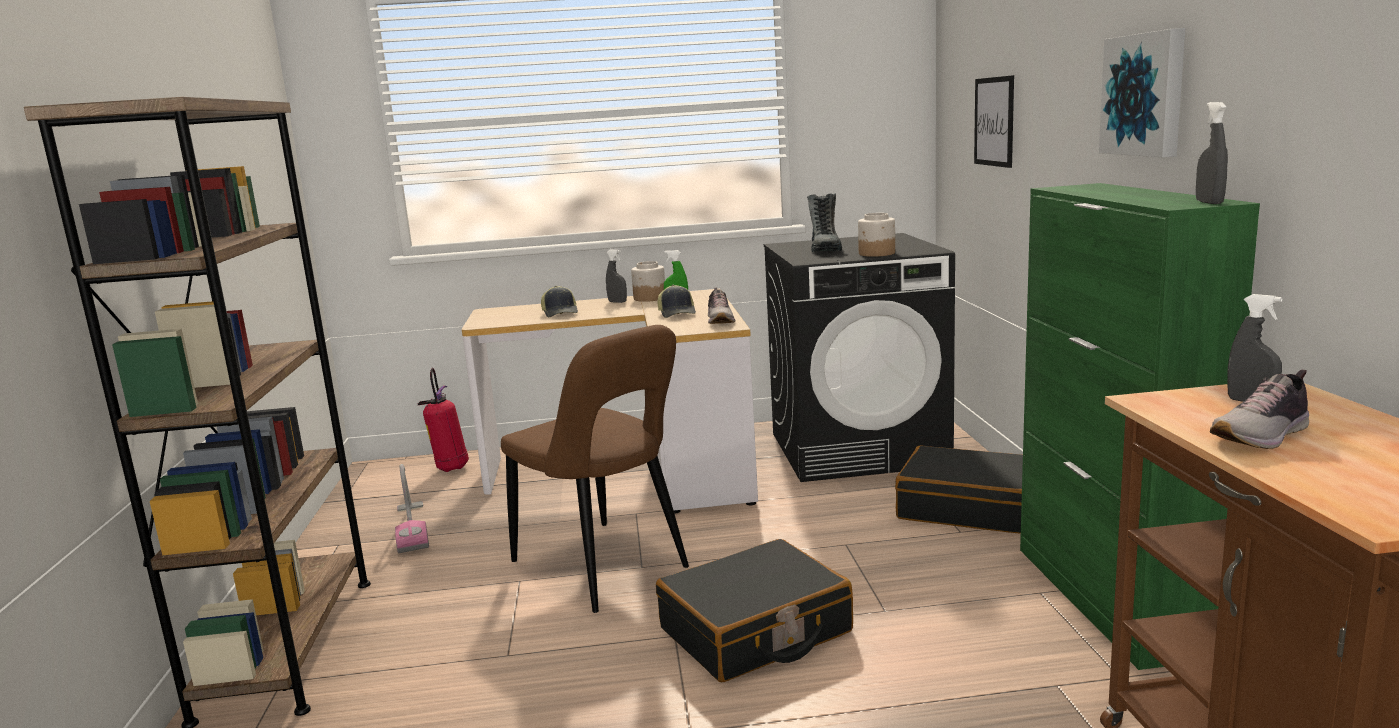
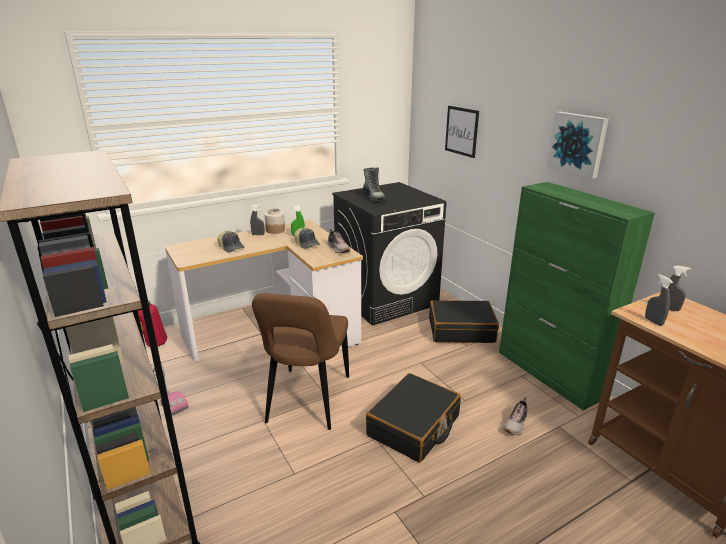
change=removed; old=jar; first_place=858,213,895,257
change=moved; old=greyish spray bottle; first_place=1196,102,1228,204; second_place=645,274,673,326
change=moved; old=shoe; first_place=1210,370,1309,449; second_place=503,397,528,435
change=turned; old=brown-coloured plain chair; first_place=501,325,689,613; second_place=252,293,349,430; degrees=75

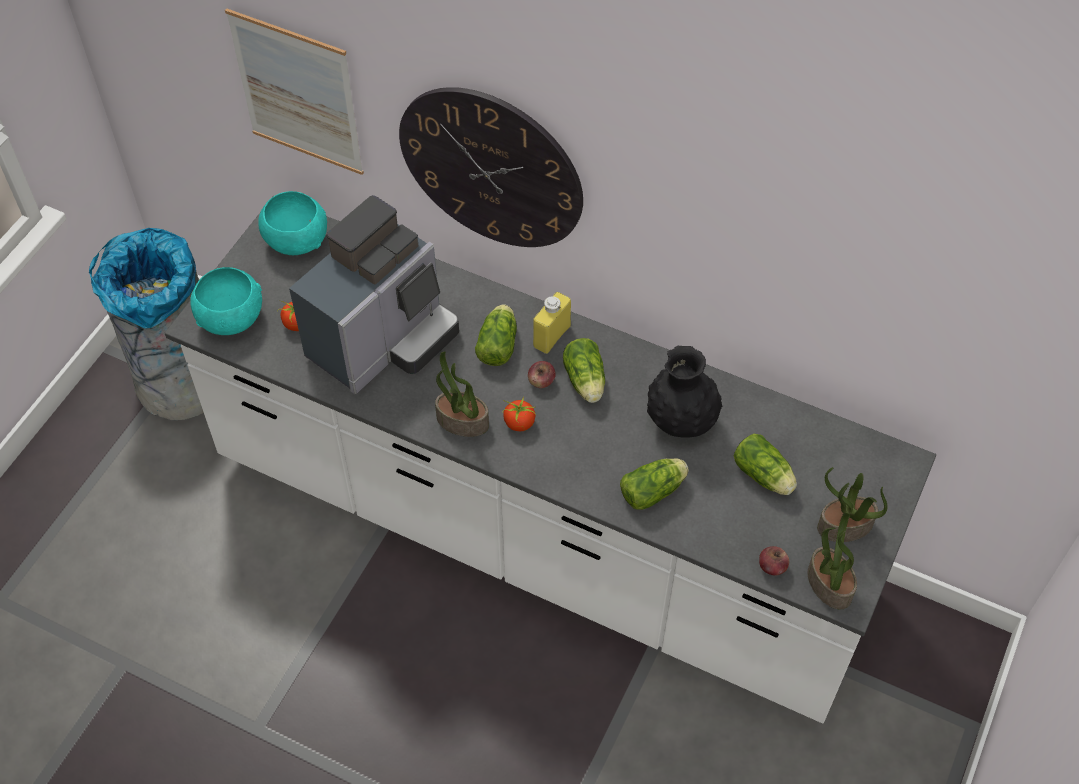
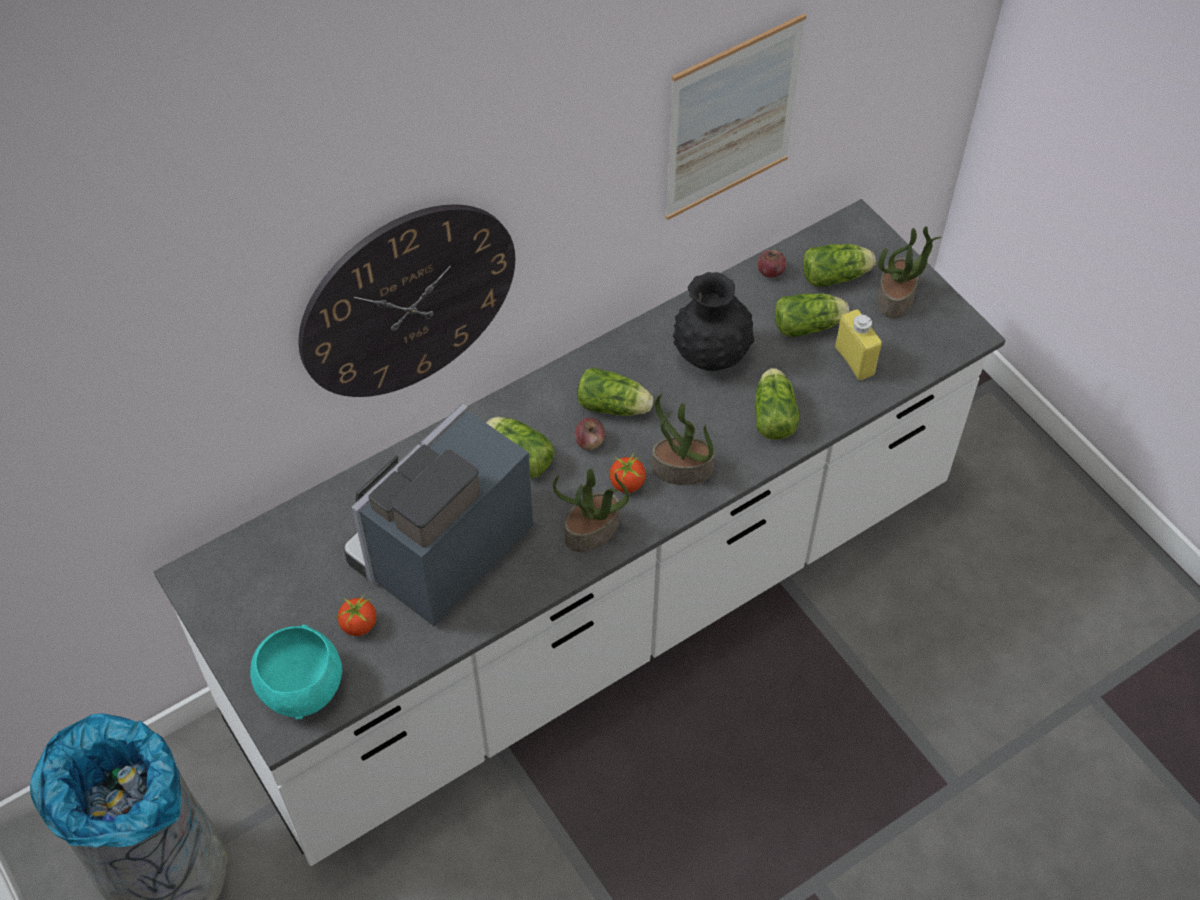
change=removed; old=turquoise-coloured bowl; first_place=258,191,327,255
change=added; new=lettuce head; second_place=803,244,876,287
change=moved; old=wall picture; first_place=225,8,364,175; second_place=665,14,806,220
change=moved; old=yellow-coloured bottle; first_place=533,292,571,354; second_place=835,309,882,380
change=moved; old=whole apple; first_place=759,546,789,576; second_place=757,250,786,278
change=moved; old=plant in a pot; first_place=808,512,857,609; second_place=651,394,715,485
change=turned; old=coffee brewer; first_place=289,195,459,394; second_place=343,403,533,626; degrees=-120

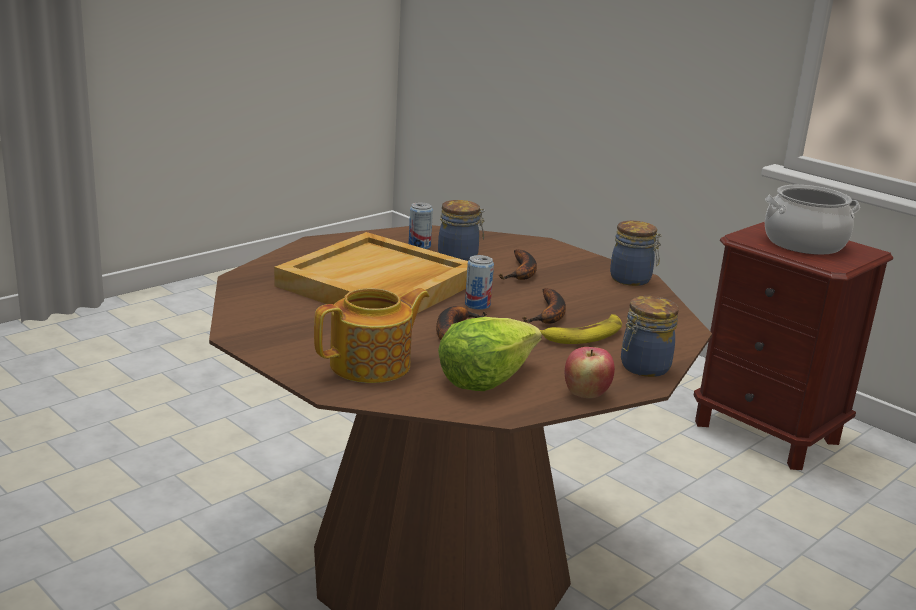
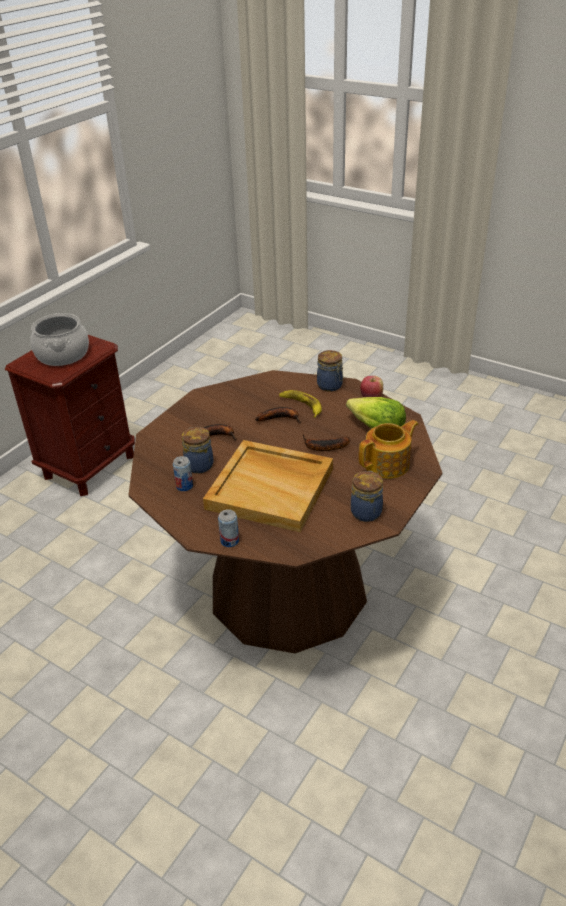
change=moved; old=sealed can; first_place=465,255,494,310; second_place=218,509,239,547
change=moved; old=jar; first_place=610,221,662,286; second_place=351,471,383,522
change=turned; old=teapot; first_place=314,288,429,383; second_place=359,420,418,479; degrees=105

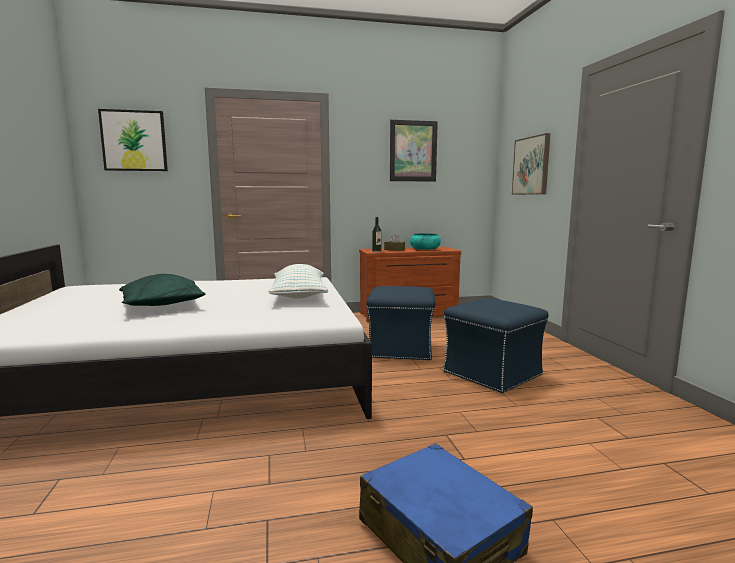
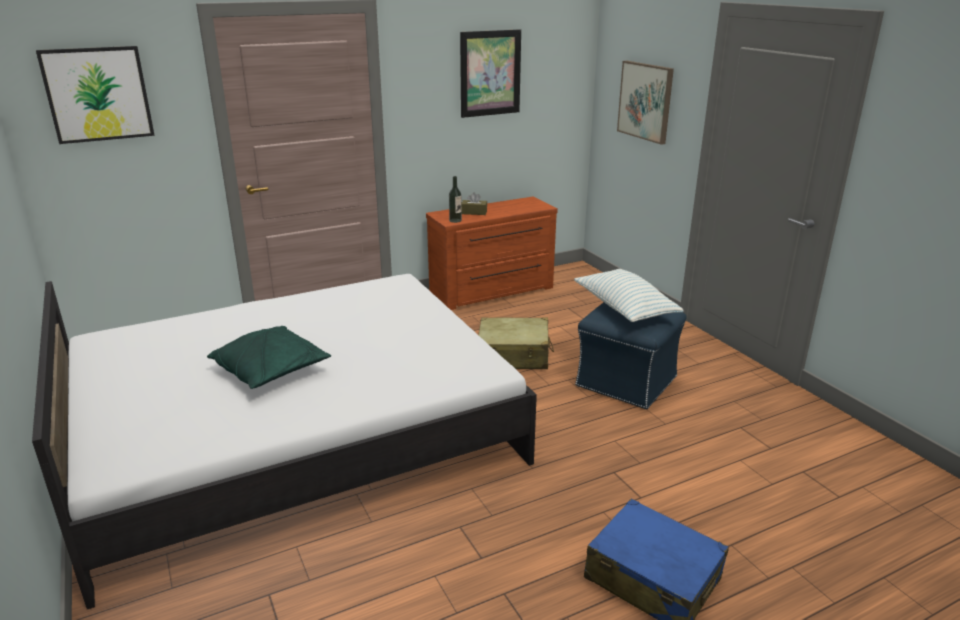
change=removed; old=turquoise-coloured bowl; first_place=410,233,441,250
change=moved; old=pillow; first_place=268,264,328,299; second_place=574,269,684,322
change=replaced; old=bluish footrest; new=sand-coloured travel case; first_place=366,286,436,361; second_place=479,317,554,369

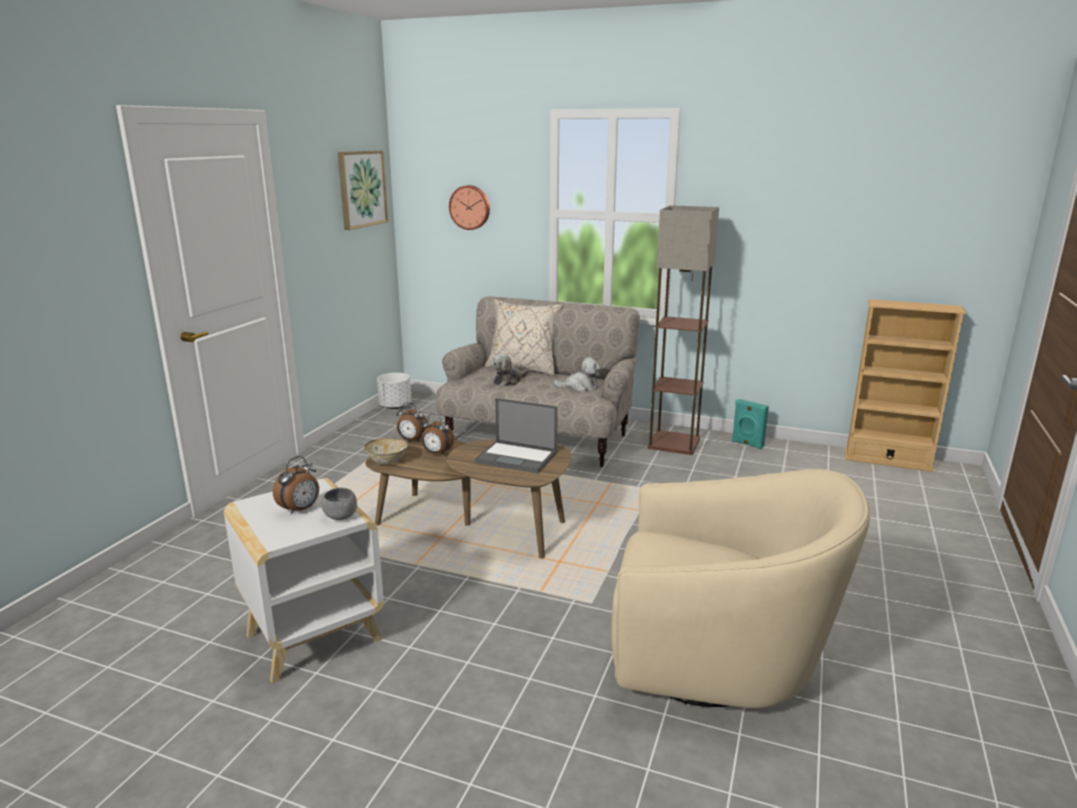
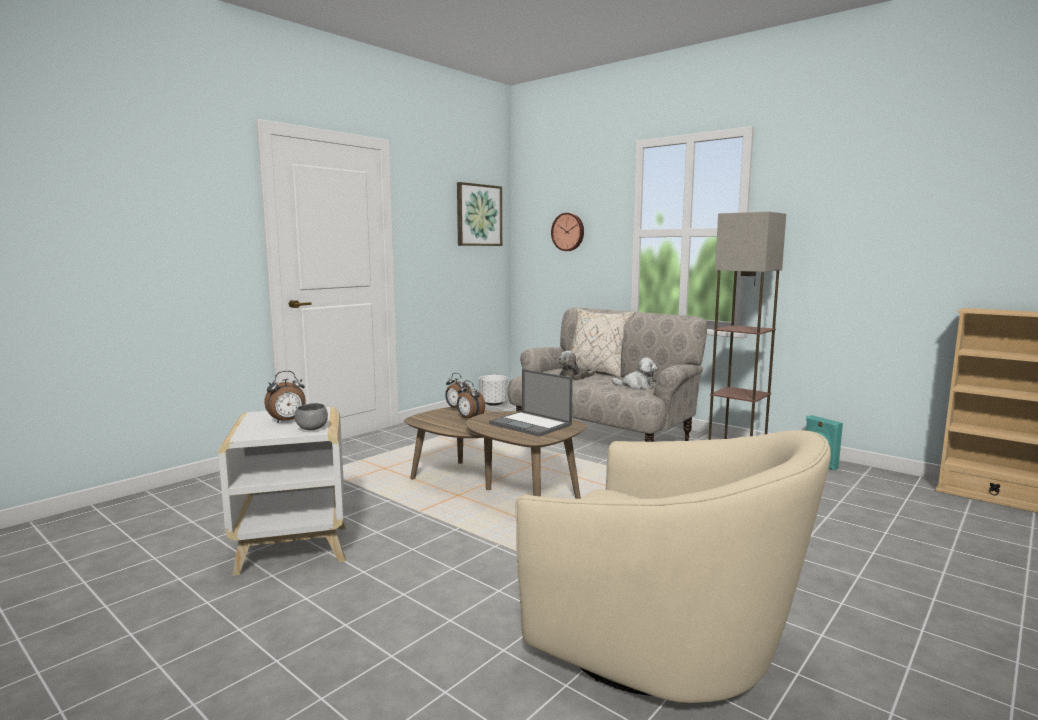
change=removed; old=bowl; first_place=364,438,408,464

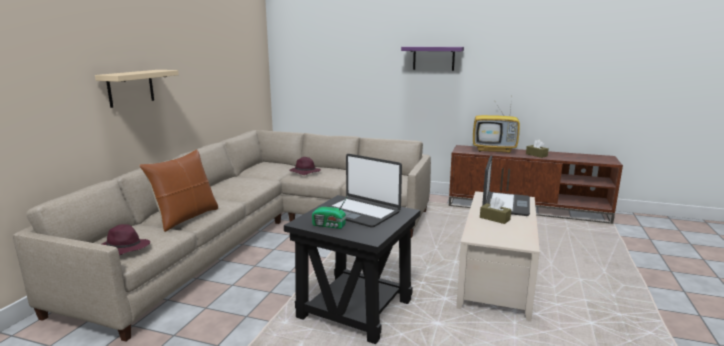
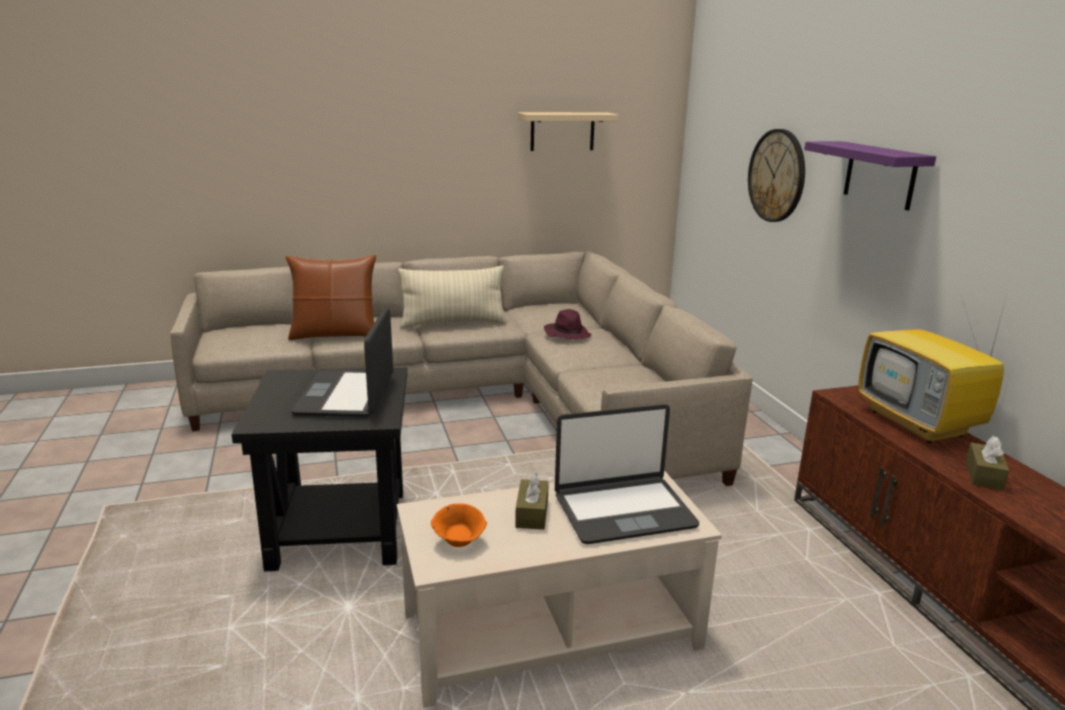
change=removed; old=purple-coloured hat; first_place=102,224,150,255
change=removed; old=radio; first_place=312,197,347,229
change=added; new=sand-coloured pillow; second_place=398,266,507,328
change=added; new=orangey bowl; second_place=431,503,487,547
change=added; new=hanging clock; second_place=748,129,805,222
change=moved; old=sand-coloured wall shelf; first_place=95,70,179,108; second_place=518,112,619,151

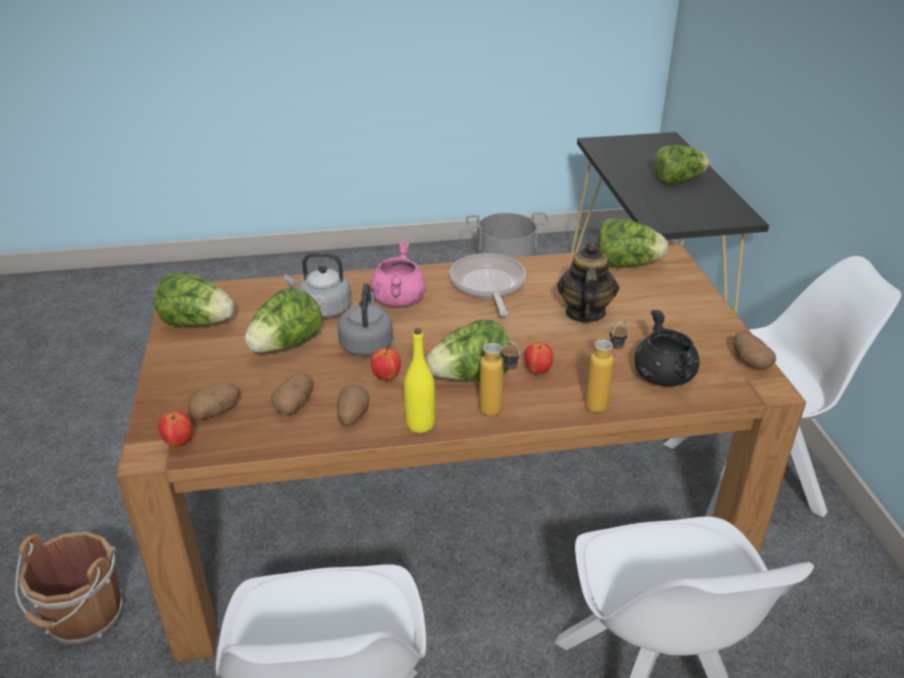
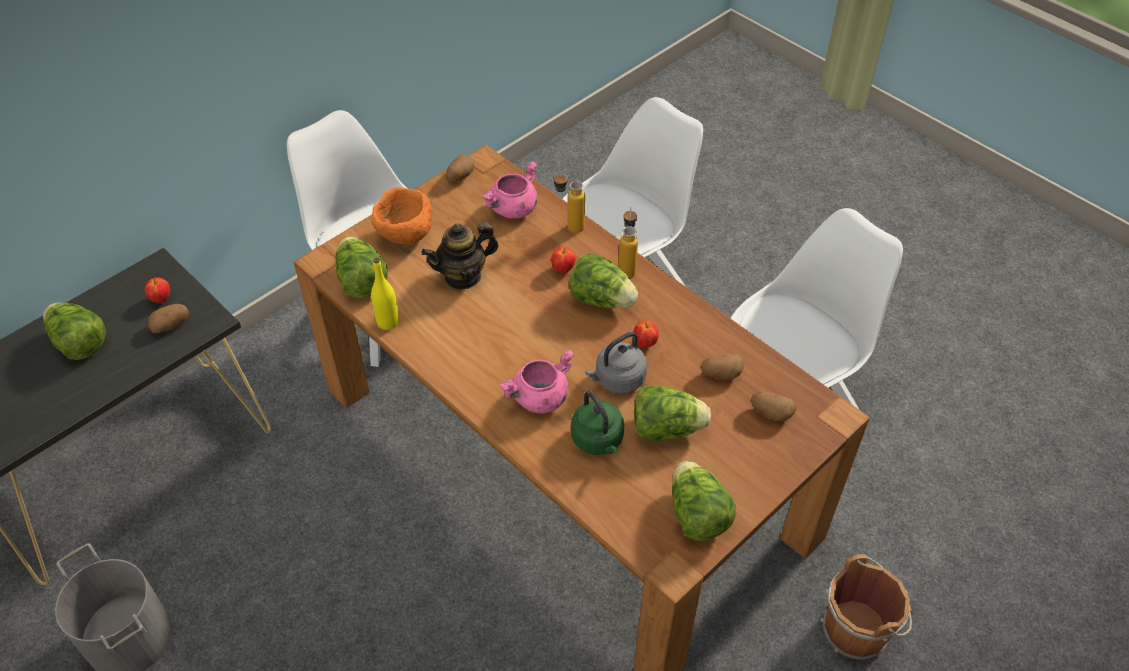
change=removed; old=skillet; first_place=450,253,526,316
change=added; new=orangey bowl; second_place=371,187,432,245
change=moved; old=whole apple; first_place=158,411,193,448; second_place=145,277,170,303
change=moved; old=spud; first_place=337,385,369,426; second_place=148,304,189,333
change=moved; old=yellow-coloured bottle; first_place=404,328,435,433; second_place=371,258,399,330
change=recoloured; old=greyish kettle; new=green-coloured kettle; first_place=284,252,351,318; second_place=571,391,624,455
change=recoloured; old=blackish saucepot; new=pink saucepot; first_place=635,310,700,386; second_place=482,161,537,219

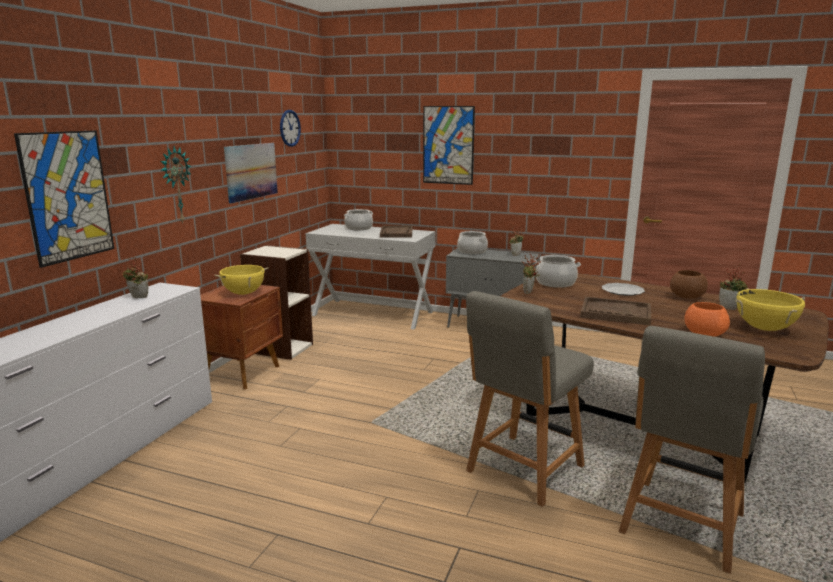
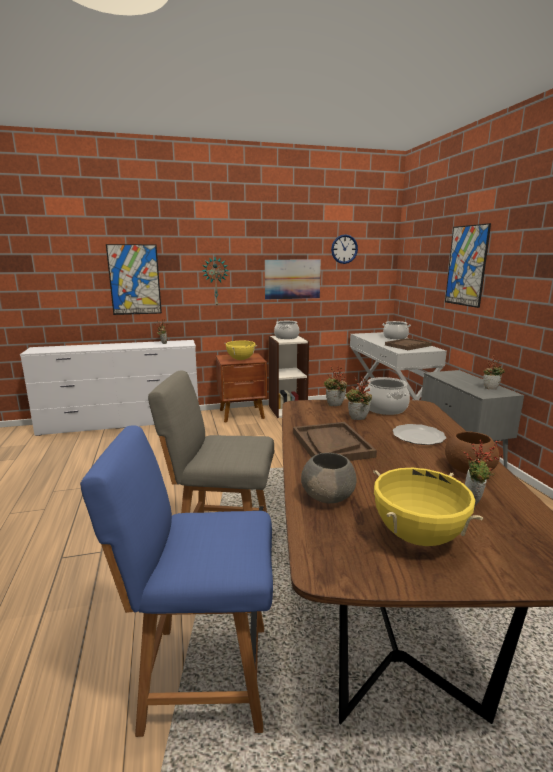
change=added; new=plant in a pot; second_place=345,377,372,420
change=moved; old=saucepot; first_place=457,231,488,254; second_place=274,321,299,339
change=recoloured; old=greyish plain chair; new=bluish plain chair; first_place=619,326,765,574; second_place=80,425,273,737
change=recoloured; old=orangey bowl; new=greyish bowl; first_place=685,302,730,337; second_place=301,453,357,503

